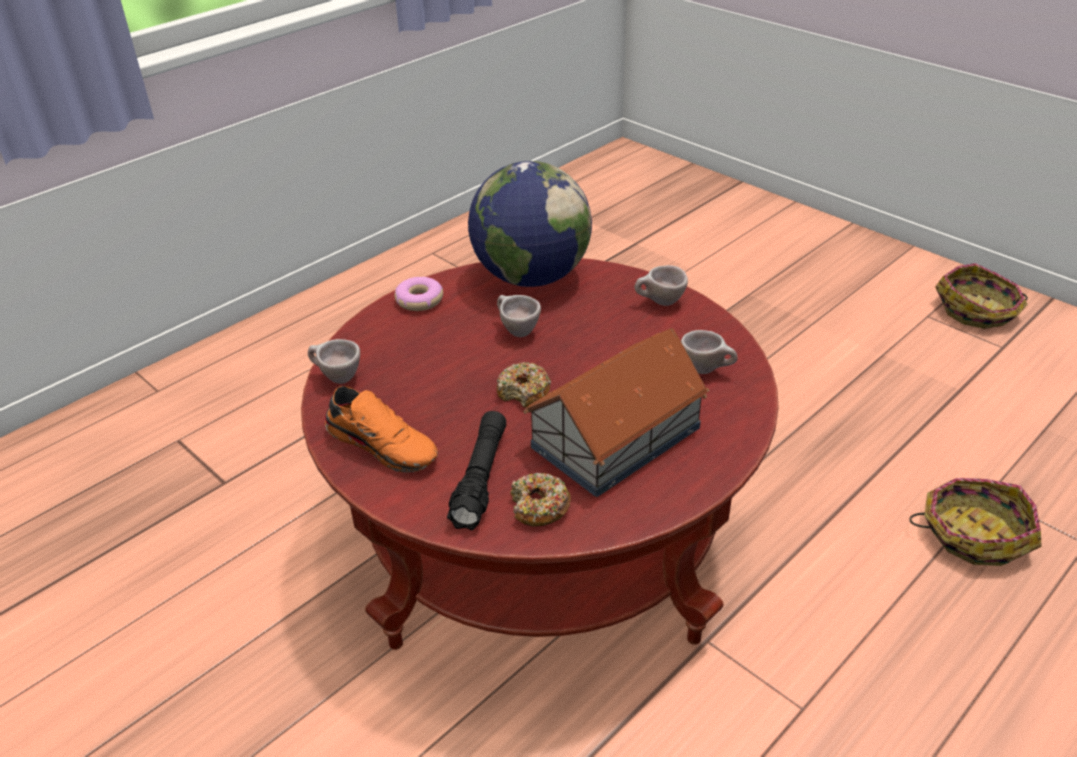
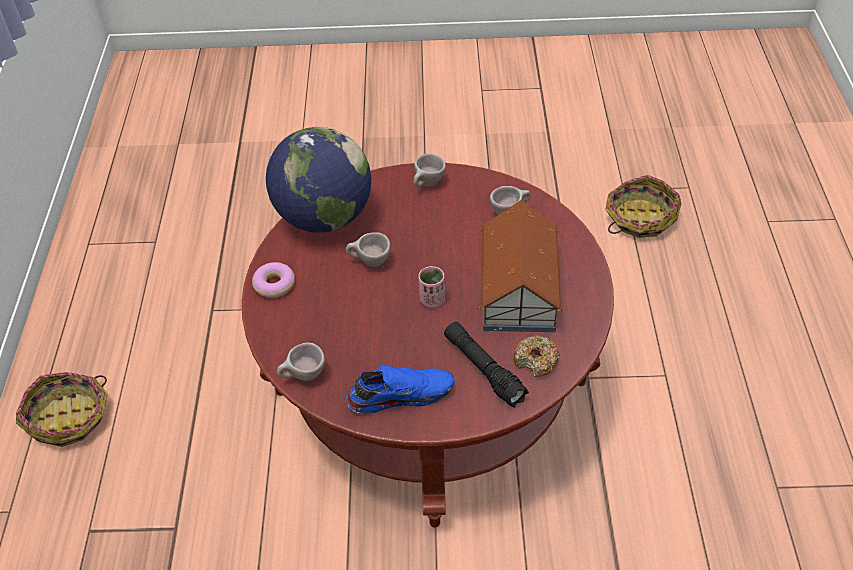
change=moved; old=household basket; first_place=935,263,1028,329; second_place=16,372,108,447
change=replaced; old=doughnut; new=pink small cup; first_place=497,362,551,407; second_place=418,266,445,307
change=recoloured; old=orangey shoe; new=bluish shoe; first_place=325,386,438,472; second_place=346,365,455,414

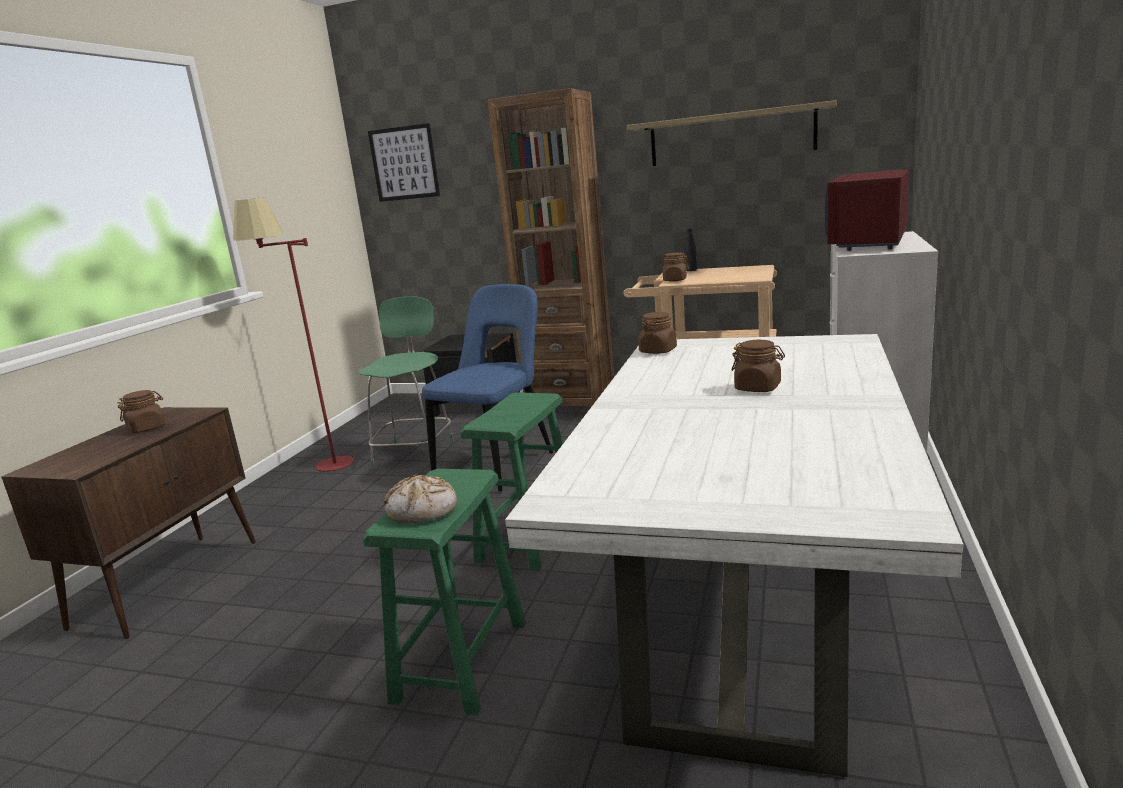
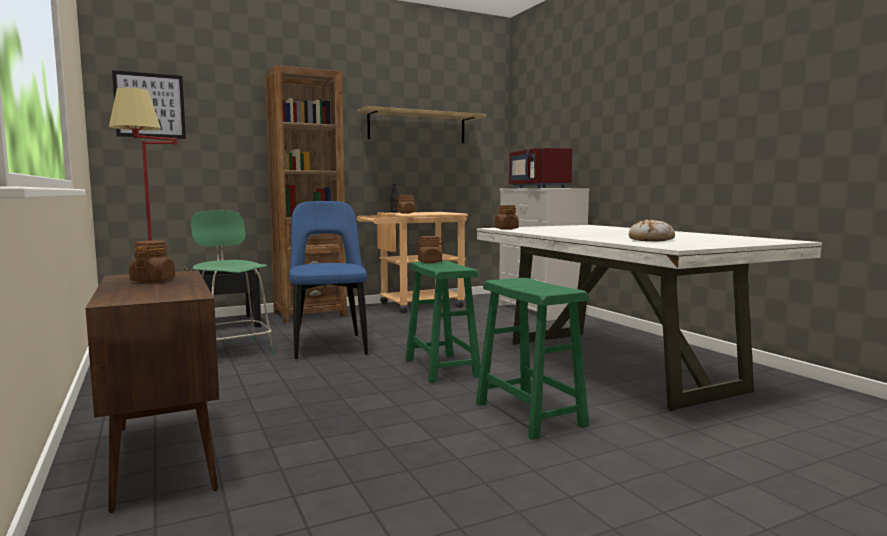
change=moved; old=baked bread; first_place=384,475,457,523; second_place=628,220,675,241
change=moved; old=brown-coloured jar; first_place=731,340,785,392; second_place=416,236,445,263

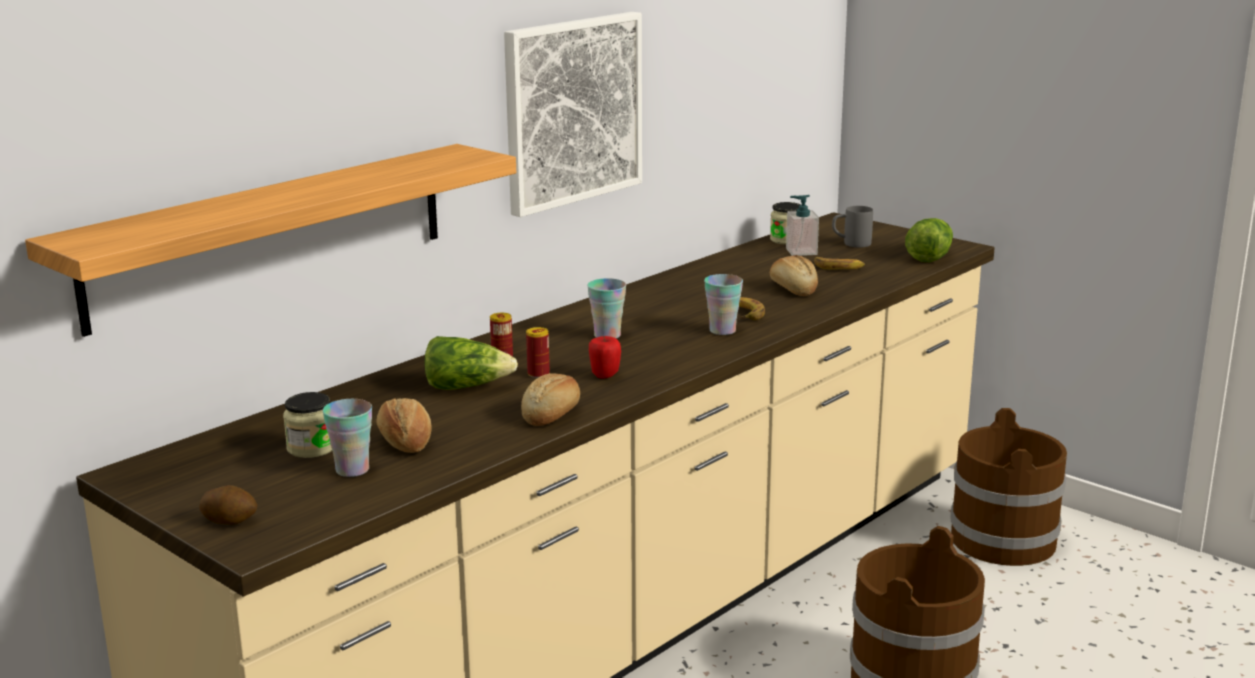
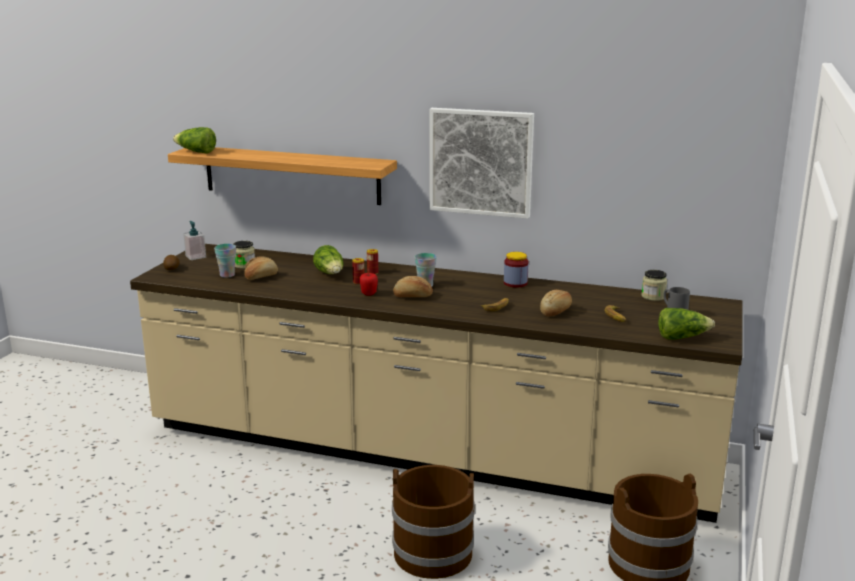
change=removed; old=small cup; first_place=704,274,743,335
change=added; new=lettuce head; second_place=173,127,216,154
change=added; new=jar; second_place=504,252,529,288
change=moved; old=baked bread; first_place=521,373,580,426; second_place=393,276,433,297
change=moved; old=liquid soap bottle; first_place=786,195,819,256; second_place=183,221,206,260

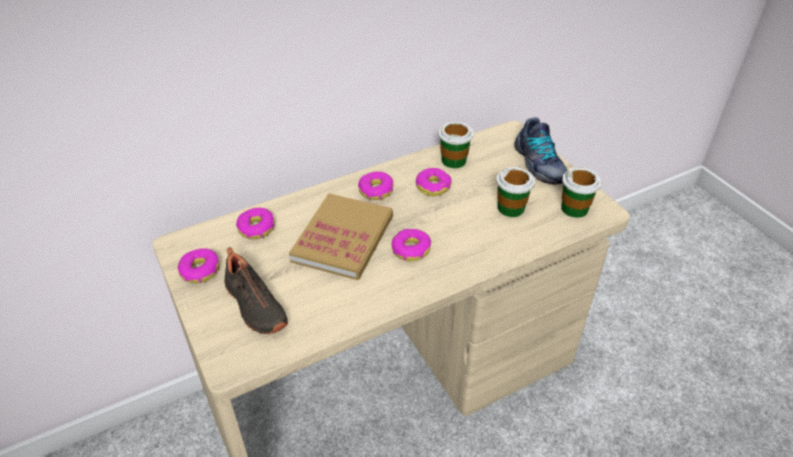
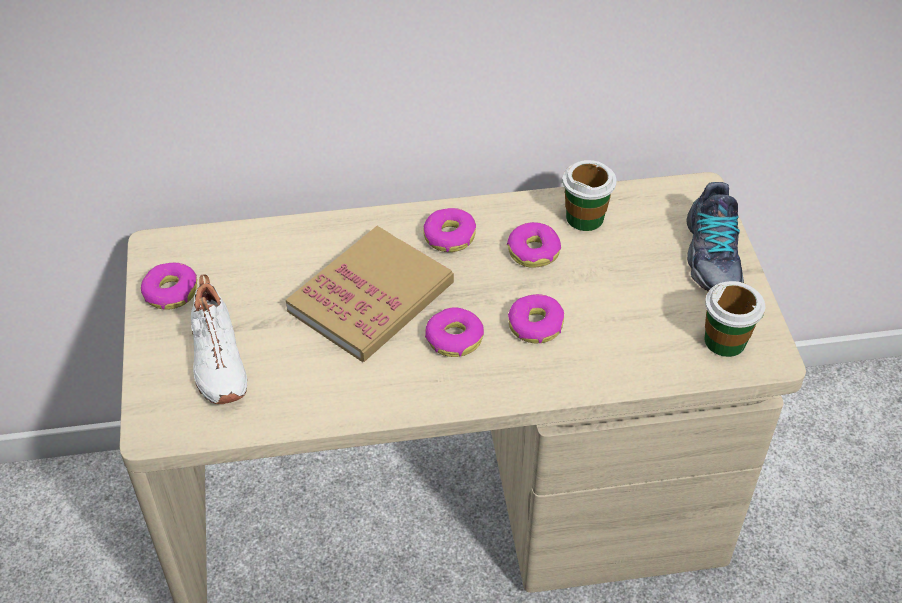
change=removed; old=small cup; first_place=496,167,535,217
change=moved; old=doughnut; first_place=236,208,275,239; second_place=508,294,564,343
change=recoloured; old=blackish shoe; new=white-coloured shoe; first_place=224,247,288,334; second_place=191,274,248,404

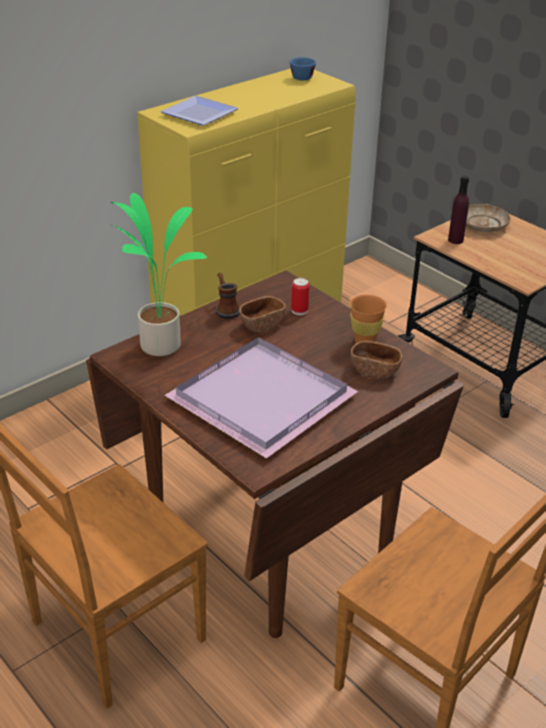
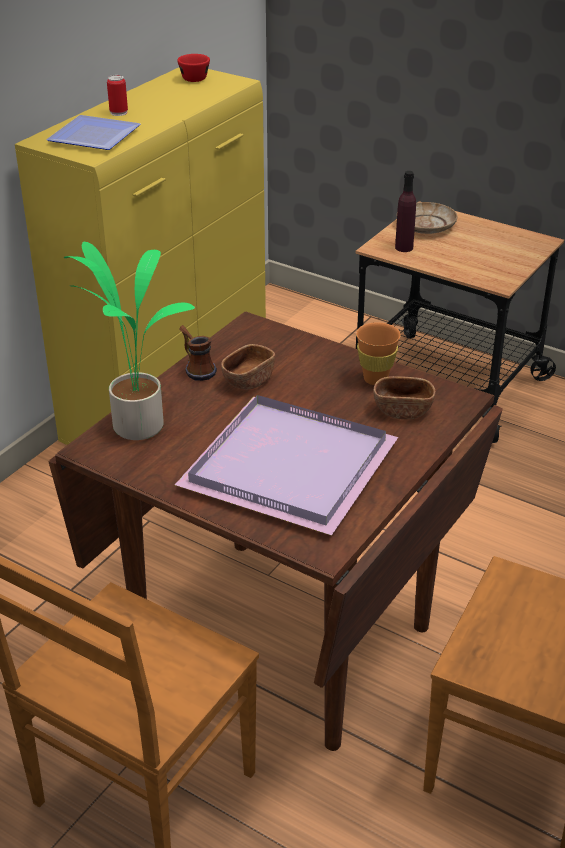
change=moved; old=sealed can; first_place=291,278,310,315; second_place=107,75,128,116
change=recoloured; old=bluish small cup; new=red-coloured small cup; first_place=290,57,316,80; second_place=177,54,210,82

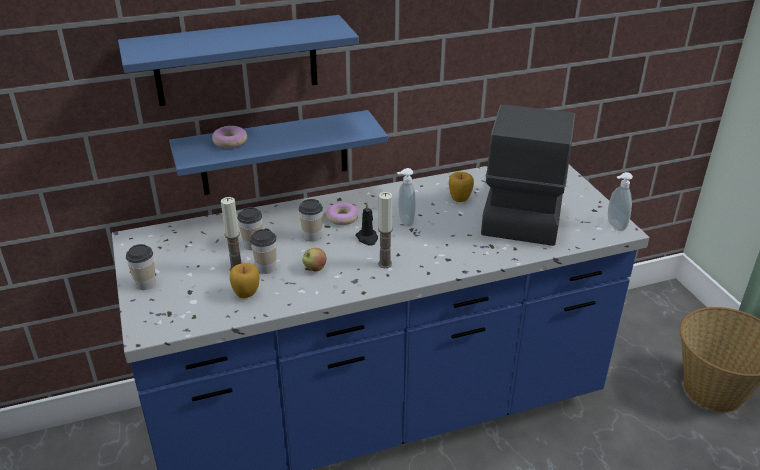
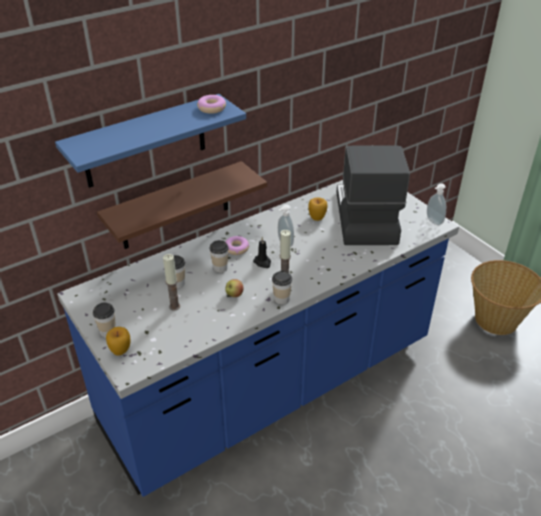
change=moved; old=doughnut; first_place=212,126,247,148; second_place=197,95,226,114
change=moved; old=whole apple; first_place=230,263,259,298; second_place=106,327,131,355
change=moved; old=small cup; first_place=250,228,276,274; second_place=272,270,292,305
change=recoloured; old=bluish wall shelf; new=brown-coloured wall shelf; first_place=169,110,388,195; second_place=97,161,267,249

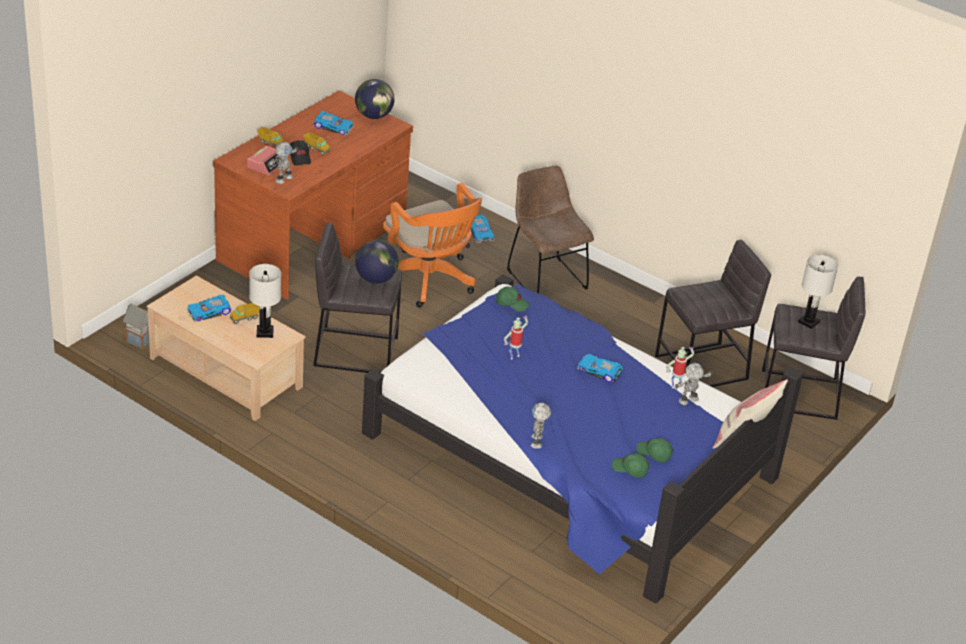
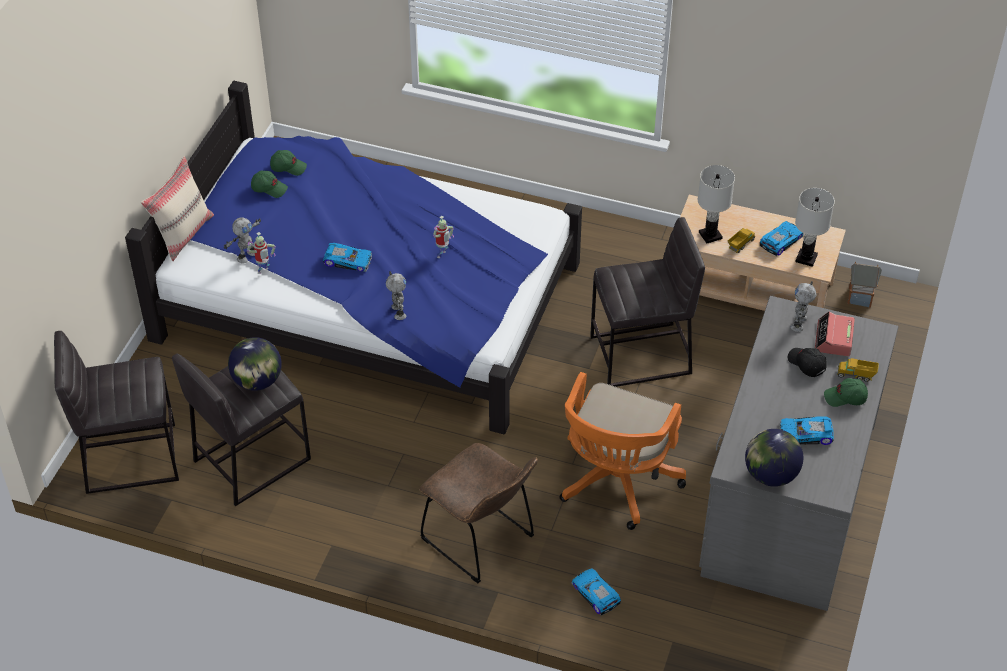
change=removed; old=model truck; first_place=303,132,330,155
change=moved; old=desk globe; first_place=355,240,399,284; second_place=228,337,282,391
change=moved; old=green-coloured baseball cap; first_place=496,287,529,312; second_place=824,378,868,407
change=moved; old=robot figure; first_place=531,402,551,449; second_place=386,271,406,320
change=moved; old=white-coloured lamp for a table; first_place=798,255,838,329; second_place=795,188,835,267
change=recoloured; old=brown-coloured desk unit; new=greyish desk unit; first_place=213,91,413,300; second_place=699,296,899,611
change=turned; old=orangey desk chair; first_place=383,183,482,308; second_place=560,372,686,530; degrees=-105

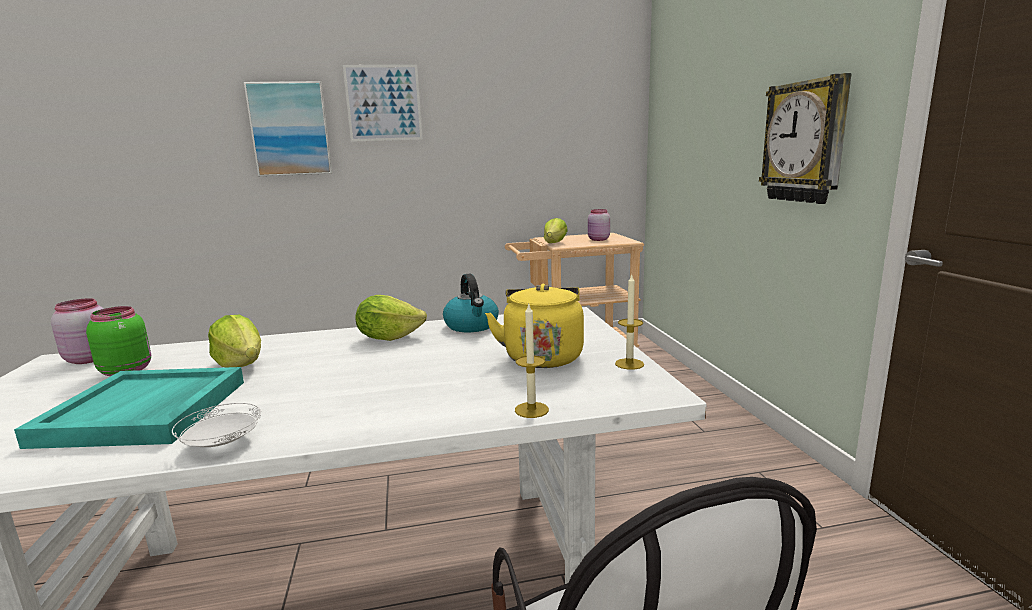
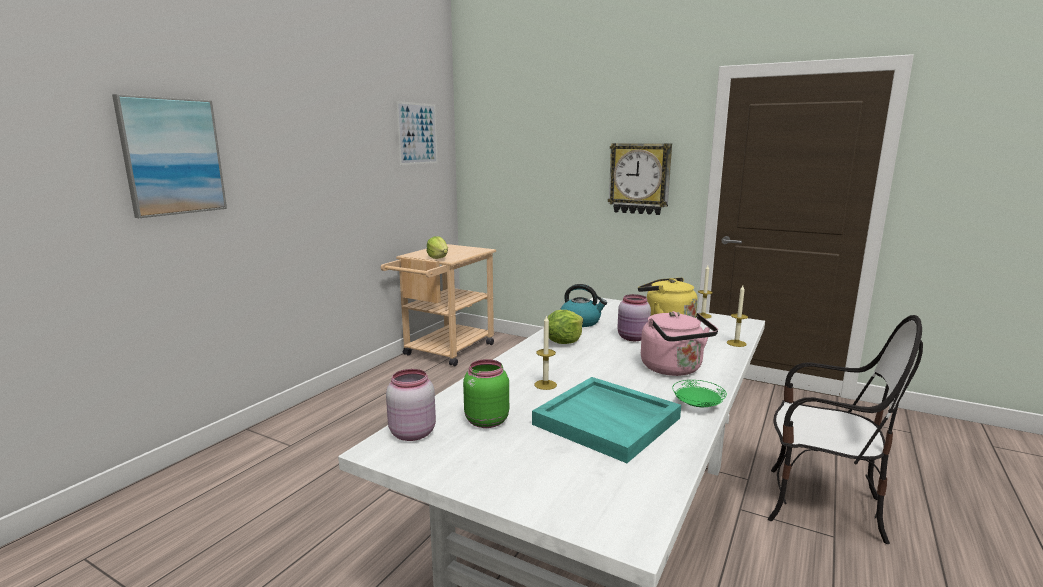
change=added; new=pink kettle; second_place=641,311,718,376
change=moved; old=wall picture; first_place=343,65,423,142; second_place=396,101,438,165
change=moved; old=pink jar; first_place=588,209,610,241; second_place=617,294,651,341
change=replaced; old=lettuce head; new=wax light; first_place=208,315,261,367; second_place=534,315,557,390
change=recoloured; old=white-coloured flat dish; new=green-coloured flat dish; first_place=172,403,261,447; second_place=672,380,727,407

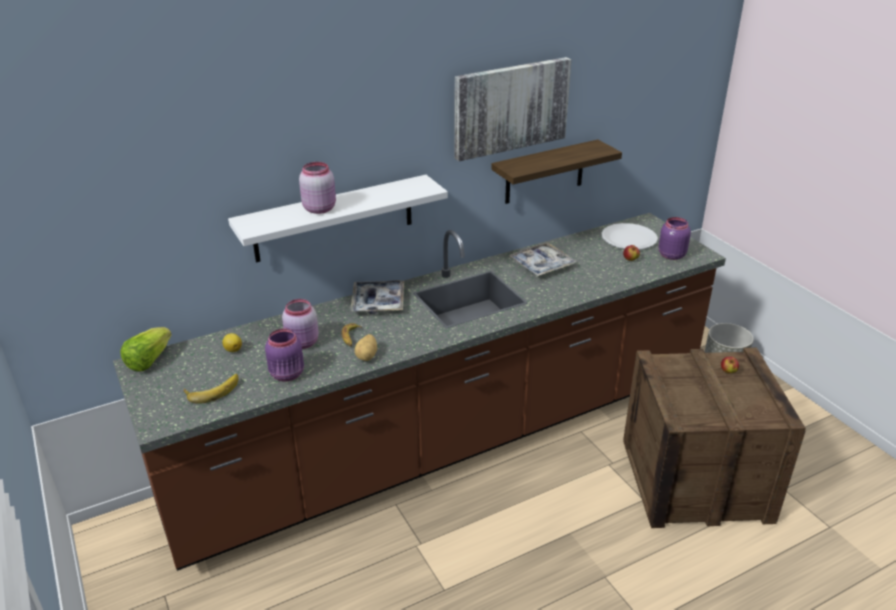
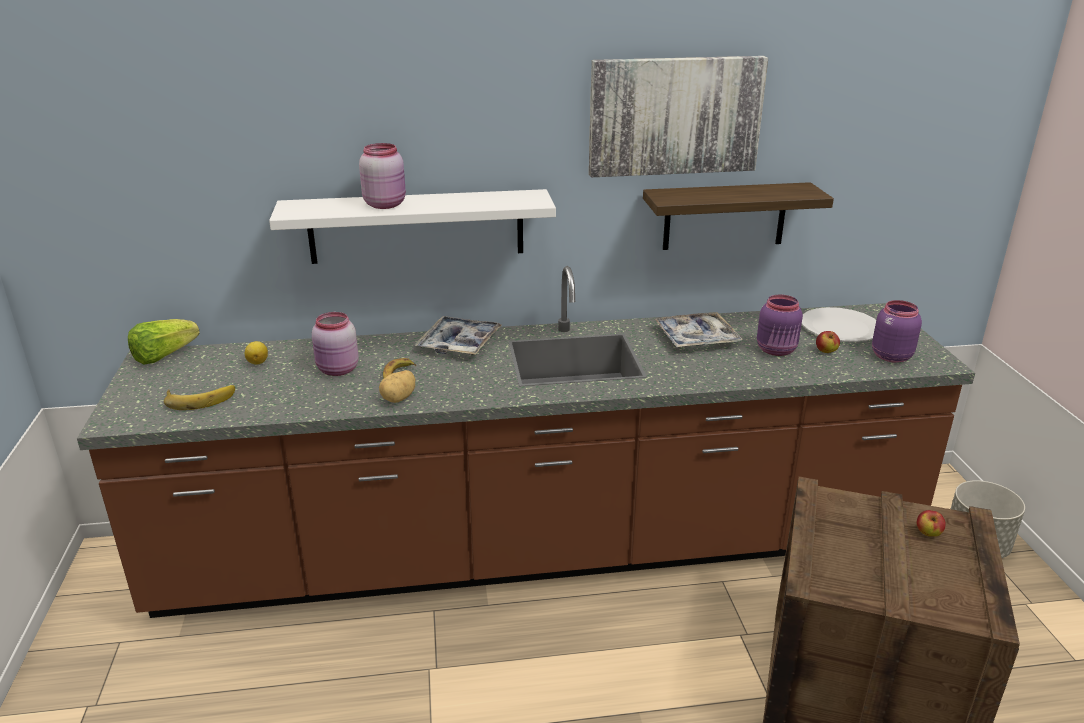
change=moved; old=purple-coloured jar; first_place=265,329,304,382; second_place=757,294,803,356

